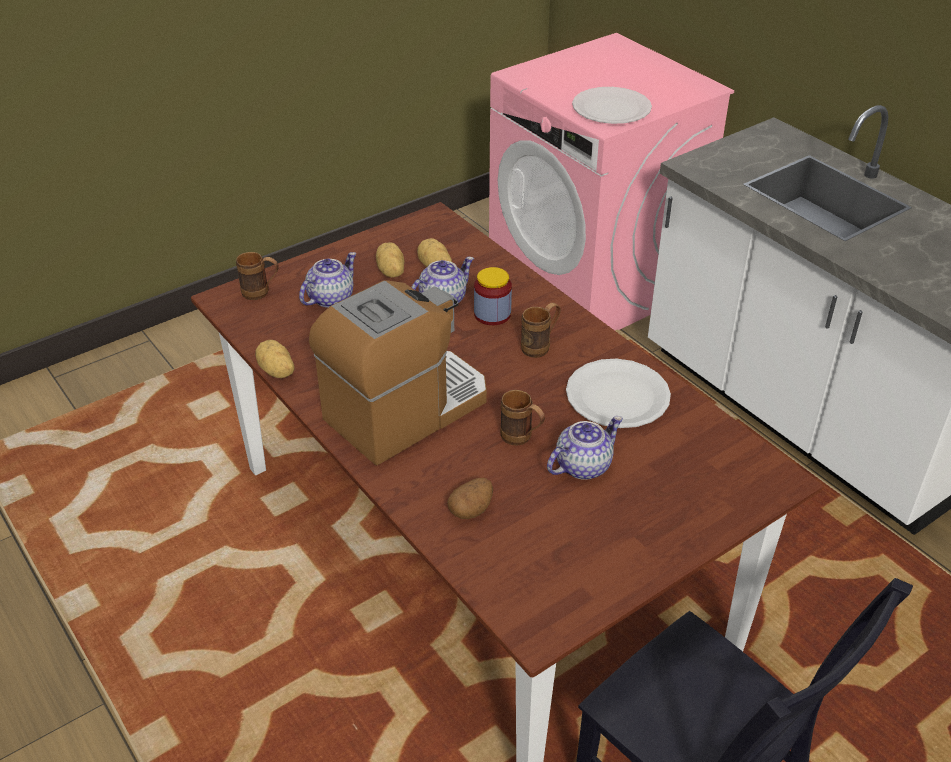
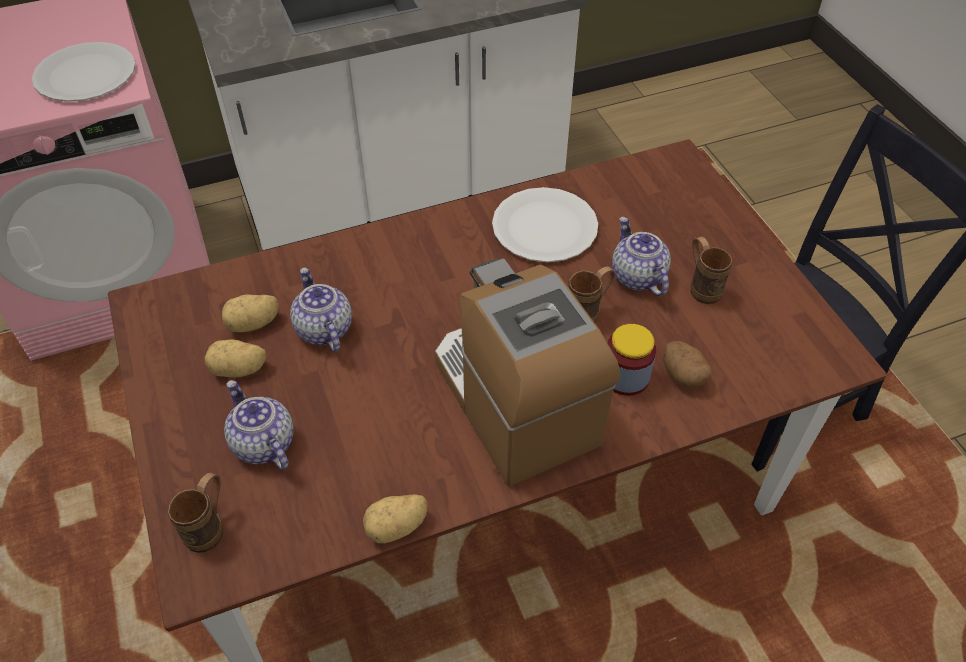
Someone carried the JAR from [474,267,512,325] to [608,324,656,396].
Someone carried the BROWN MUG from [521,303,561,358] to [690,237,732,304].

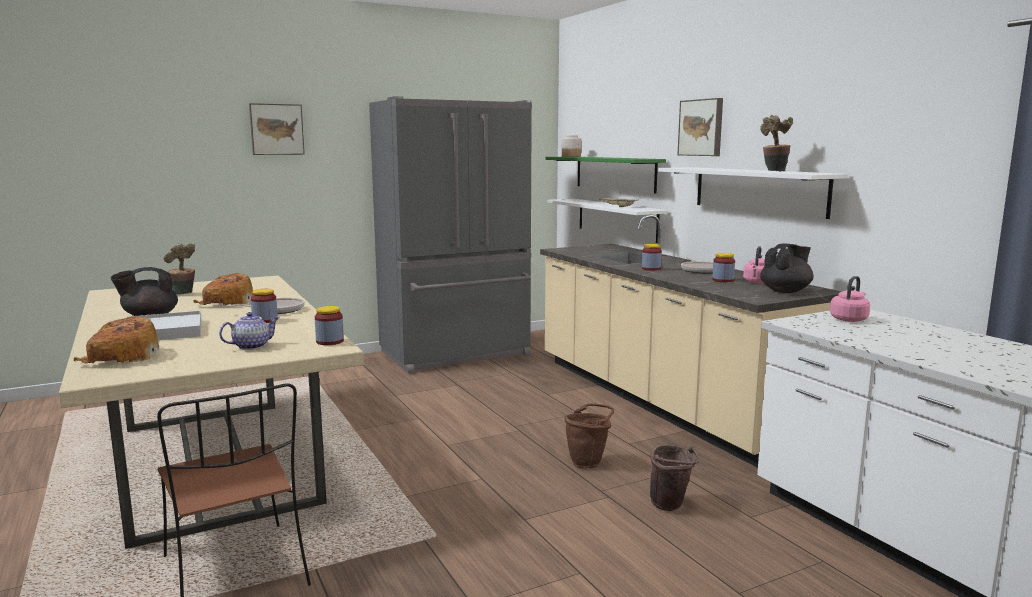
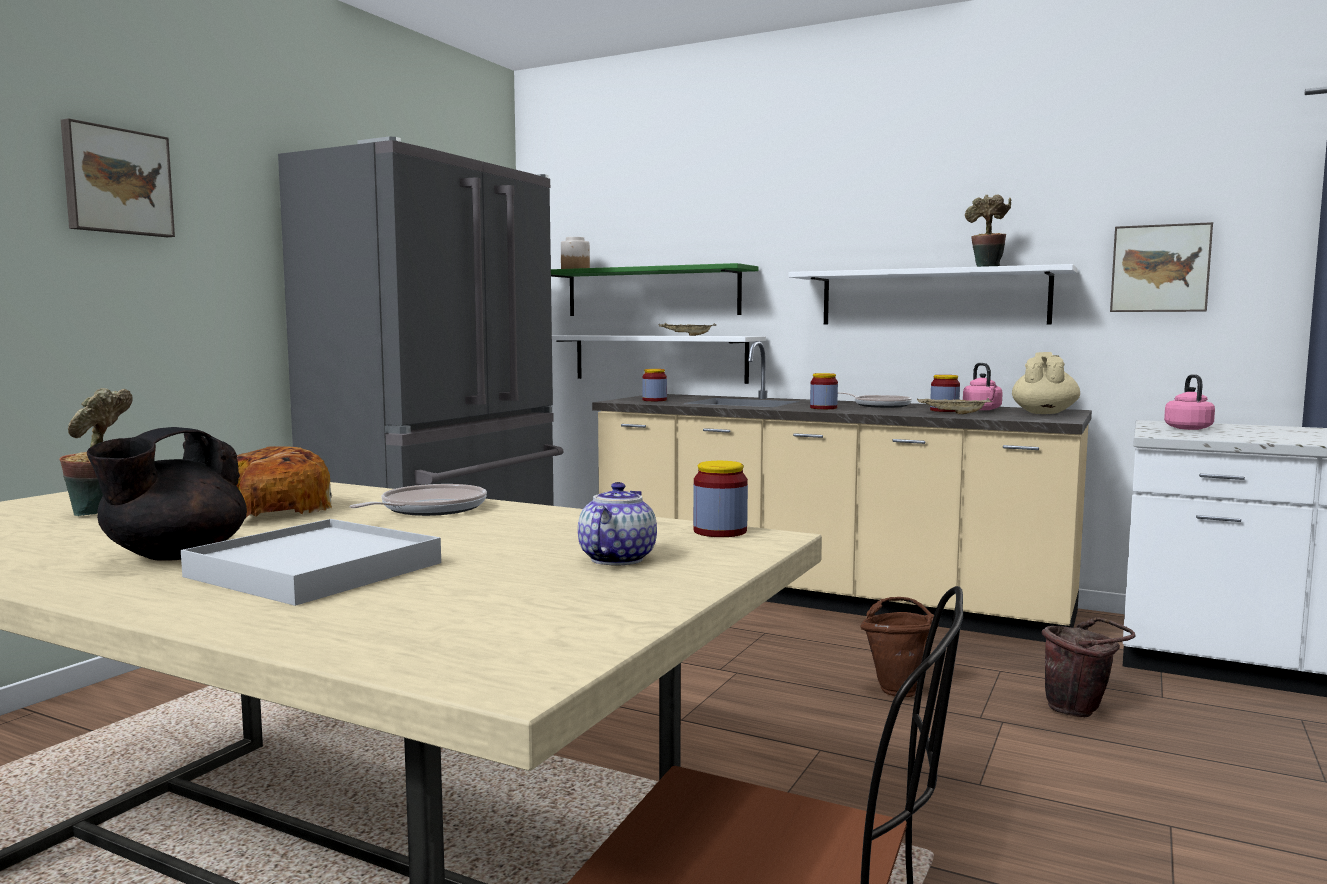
Someone took away the BREAD at [74,316,159,364].
Someone carried the JAR from [251,289,278,323] to [642,369,667,401].
Someone carried the PICTURE from [677,98,723,156] to [1110,222,1213,312].
Someone repainted the BLACK TEAPOT at [760,244,814,293], which became the BEIGE TEAPOT at [1012,352,1080,414].
Someone put down the BEIGE TRAY at [917,398,992,414].

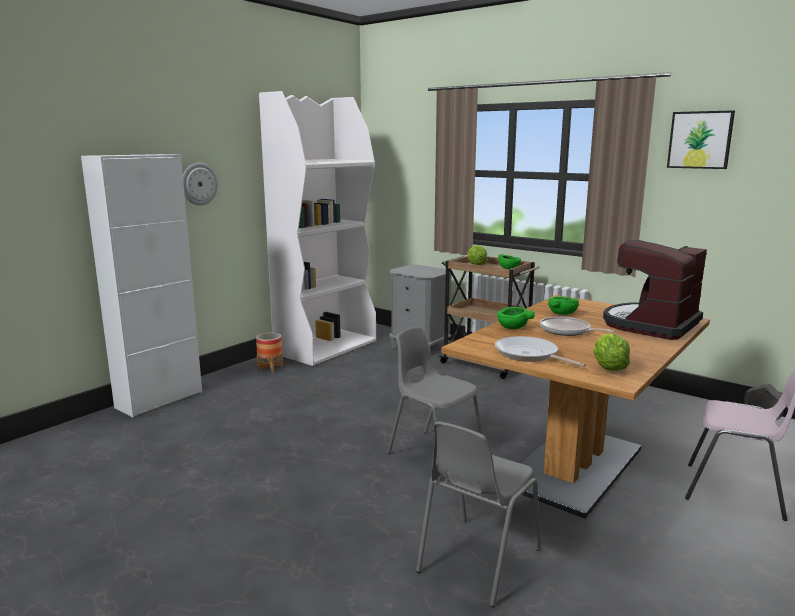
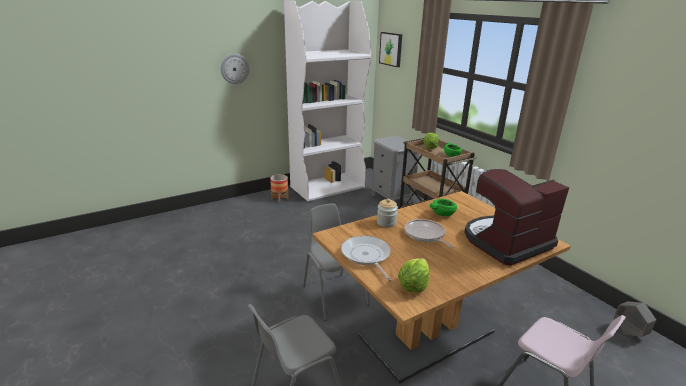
Someone took away the WHITE CABINET at [81,154,202,417].
Someone swapped the GREEN BOWL at [497,307,535,329] for the JAR at [377,199,398,227].
Someone carried the PICTURE from [667,110,735,169] to [379,32,402,67].

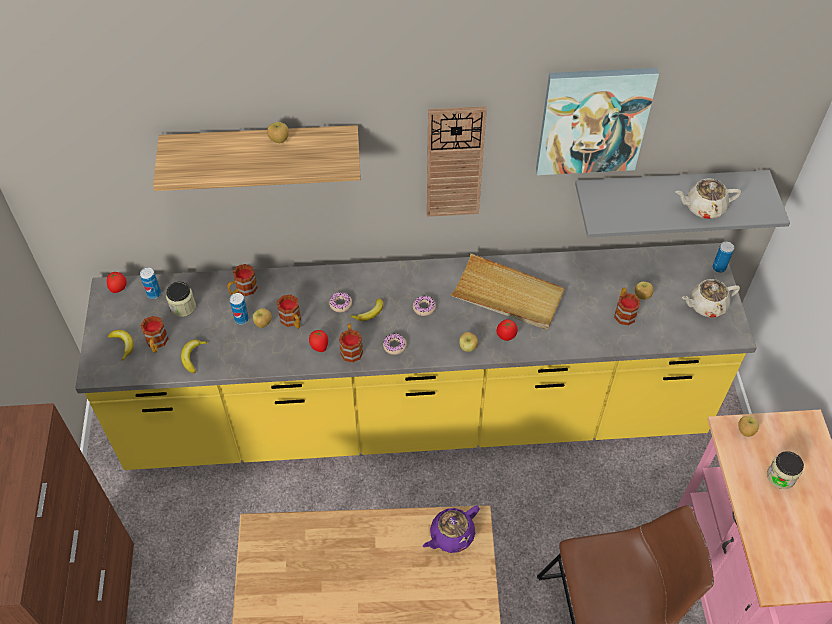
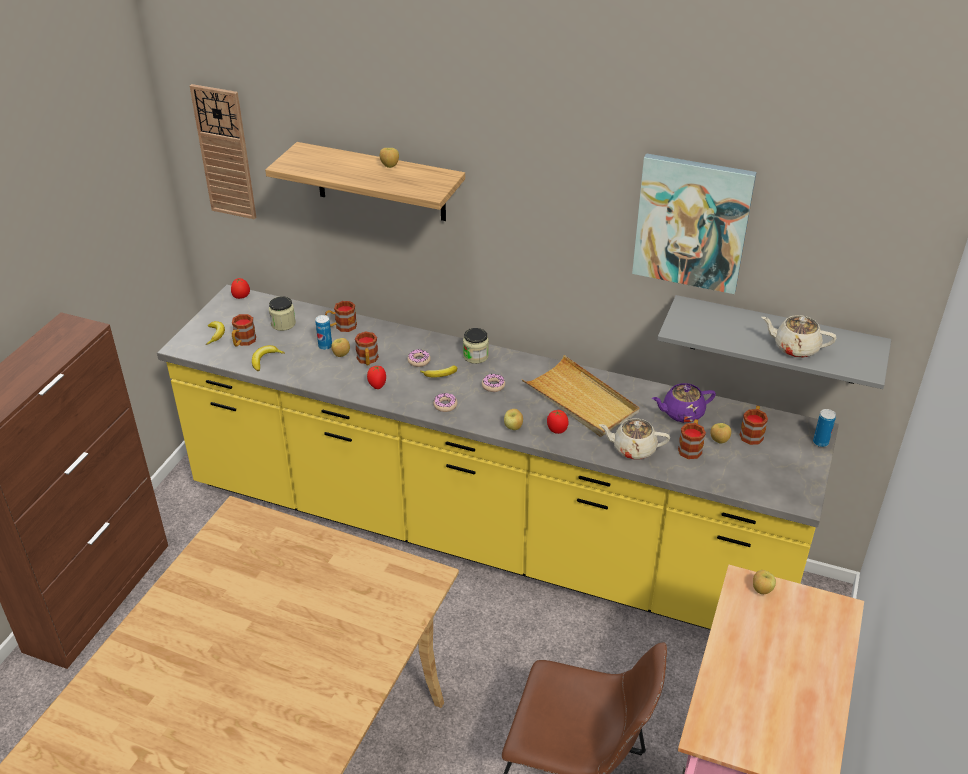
Someone took away the CAN at [140,268,161,299].
Someone carried the MUG from [339,324,363,363] to [739,406,768,445].
Someone carried the PURPLE TEAPOT from [423,505,480,553] to [652,383,716,423].
Someone carried the WALL CLOCK from [427,106,487,217] to [190,84,256,219].
Someone carried the BEIGE TEAPOT from [682,279,740,317] to [599,418,670,460].
Someone carried the JAR from [767,451,804,489] to [463,328,489,364].

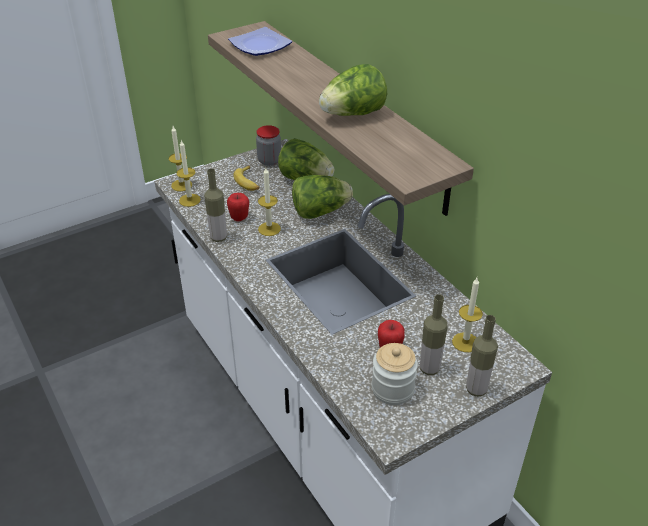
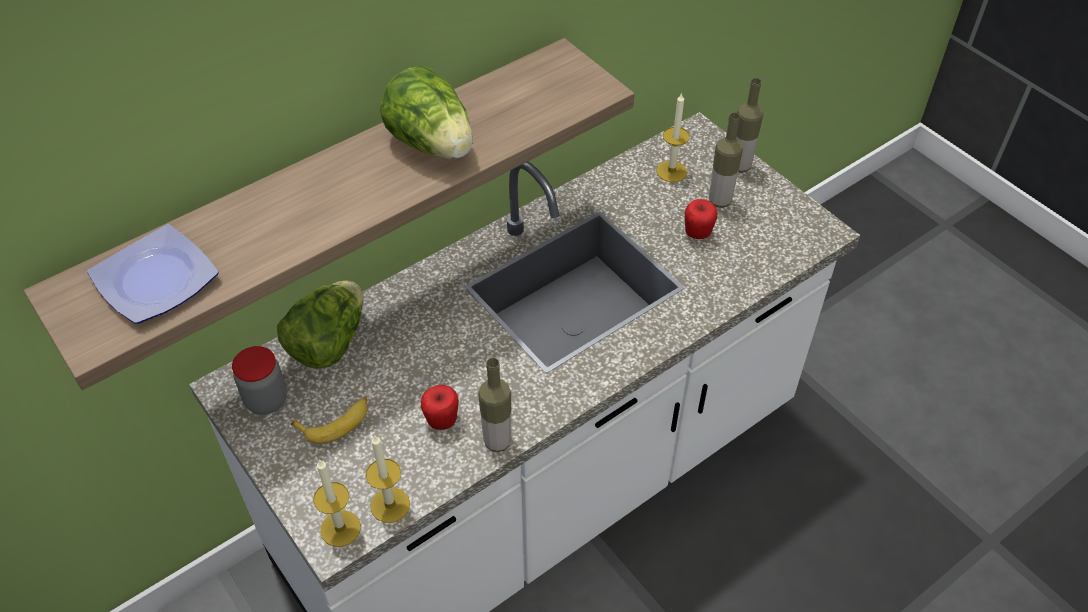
Someone took away the CANDLE at [258,168,281,236].
Someone took away the LETTUCE at [292,175,353,219].
Someone took away the JAR at [372,343,418,405].

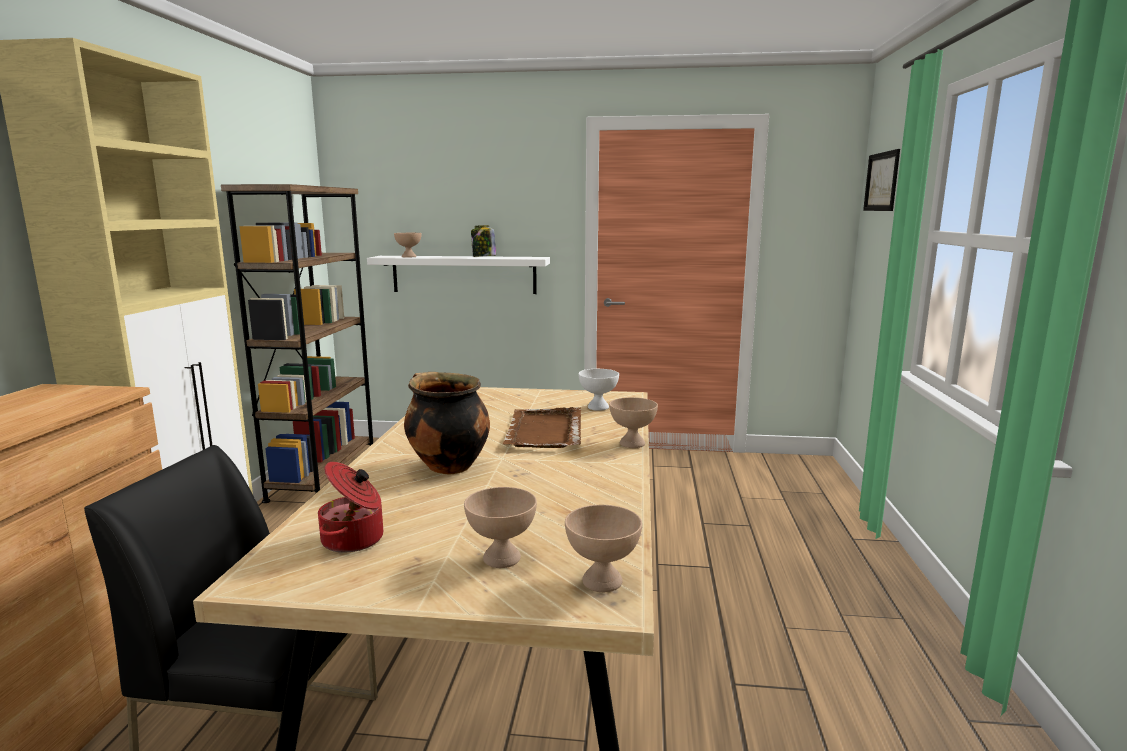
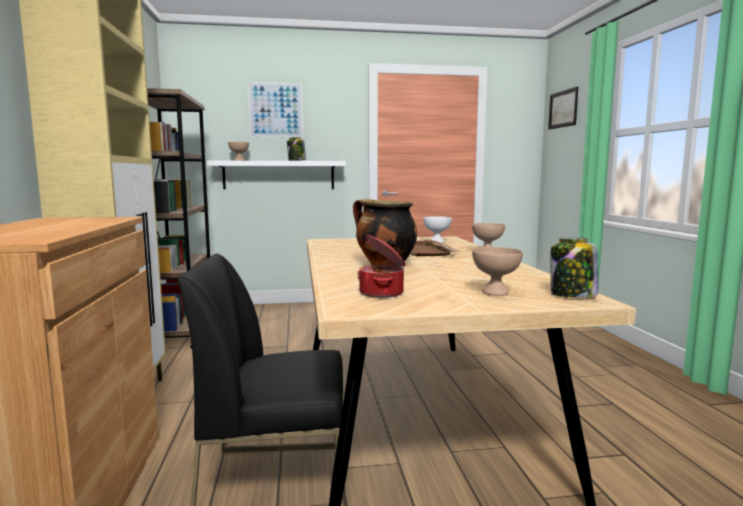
Someone swapped the BEIGE BOWL at [565,505,642,592] for the JAR at [551,238,598,297].
Someone put up the PICTURE at [248,82,303,138].

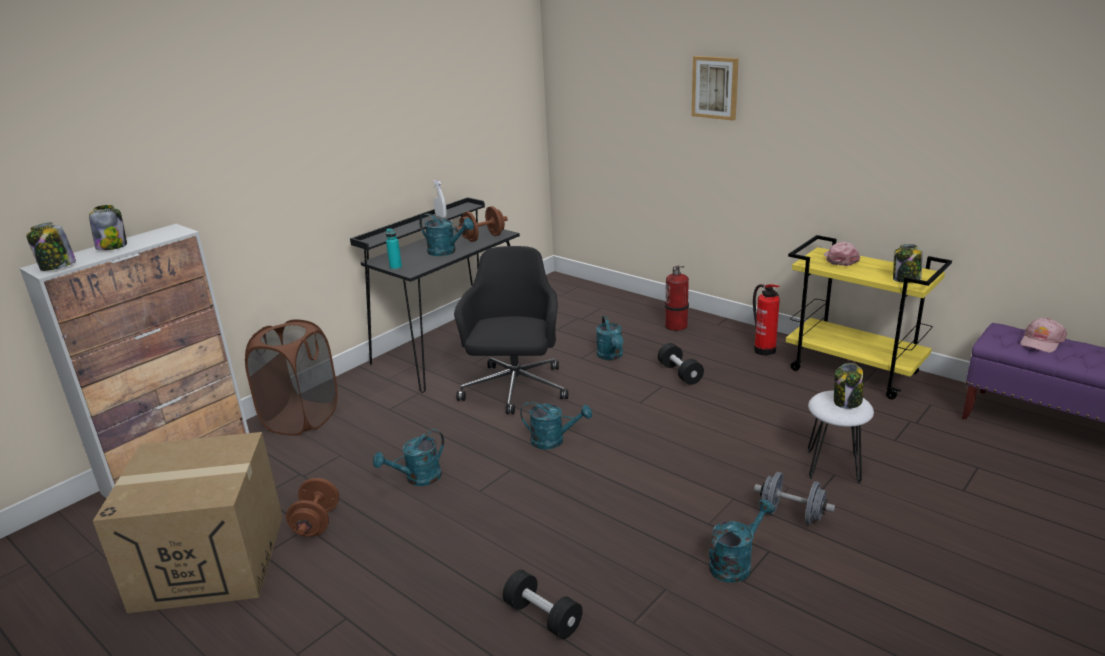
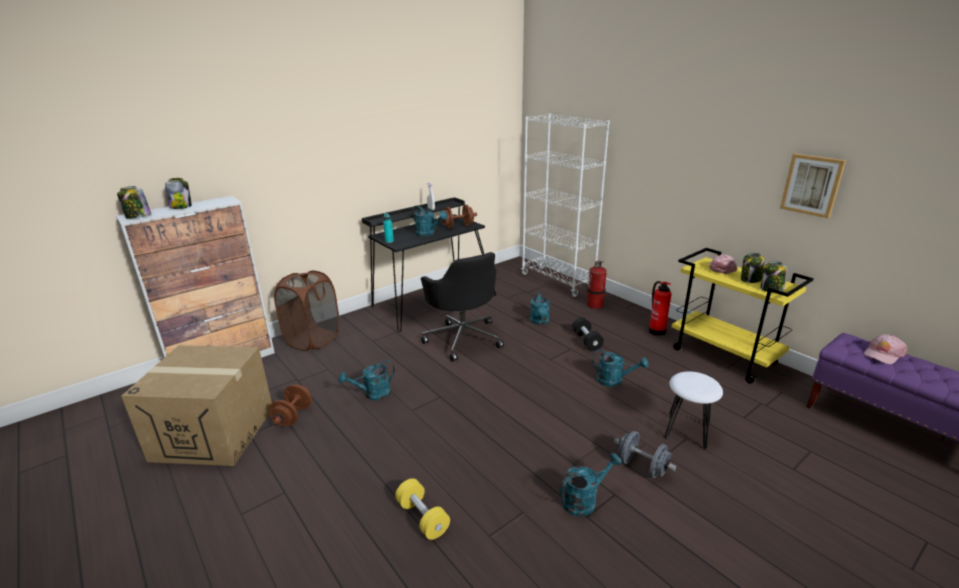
Someone rotated the BLACK OFFICE CHAIR at [454,246,568,414] by 135 degrees clockwise.
Someone repainted the BLACK DUMBBELL at [503,570,583,639], which became the YELLOW DUMBBELL at [395,478,450,540].
Someone carried the TURQUOISE WATERING CAN from [520,401,592,450] to [592,349,649,387].
Someone carried the PICTURE from [691,56,739,121] to [780,154,846,218].
Someone carried the JAR from [834,363,864,409] to [741,252,764,283].
Someone put down the WHITE BOOKCASE at [522,114,610,297].

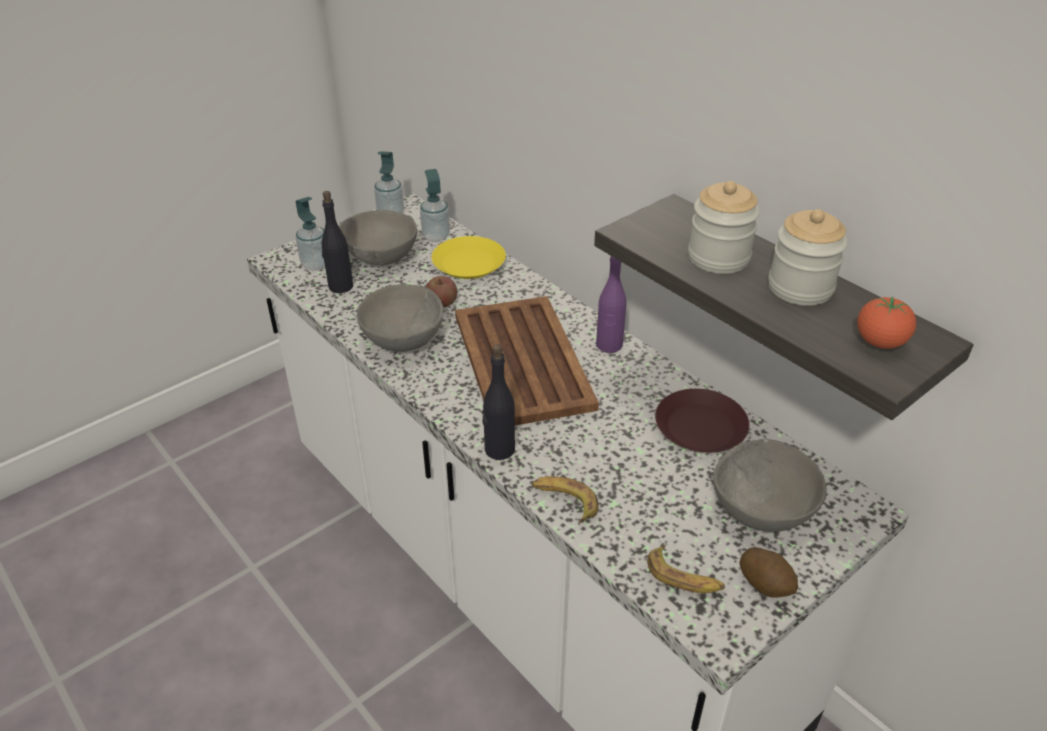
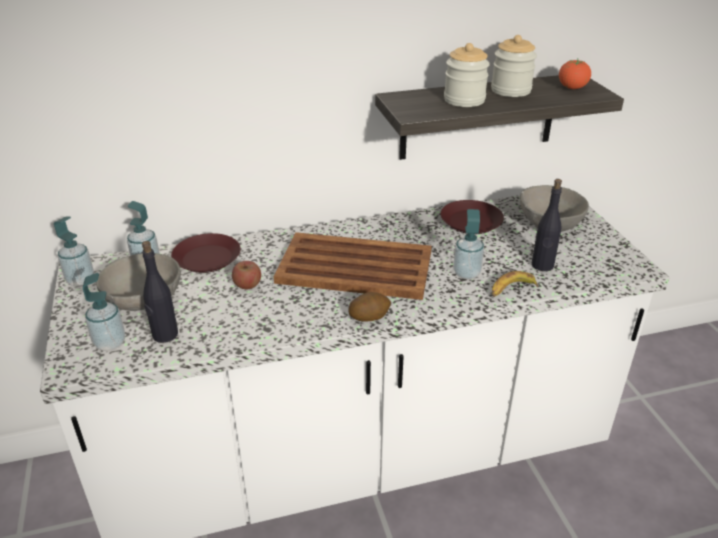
Someone took away the GREY BOWL at [357,284,443,352].
Someone repainted the YELLOW PLATE at [432,236,506,279], which became the BROWN PLATE at [171,233,241,273].
Someone carried the BLACK BOTTLE from [482,344,515,460] to [532,179,562,271].
Someone took away the PURPLE BOTTLE at [596,256,626,353].
Someone took away the BANANA at [647,545,725,593].
Someone carried the POTATO from [739,547,798,598] to [348,292,391,322].
Someone put down the SOAP DISPENSER at [453,209,484,279].

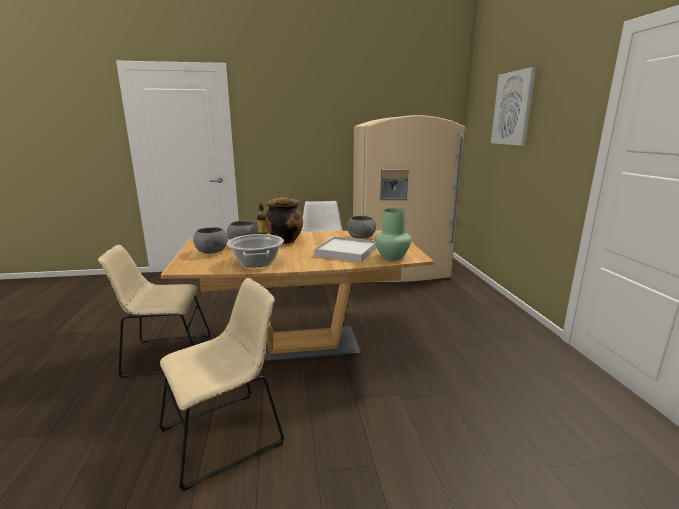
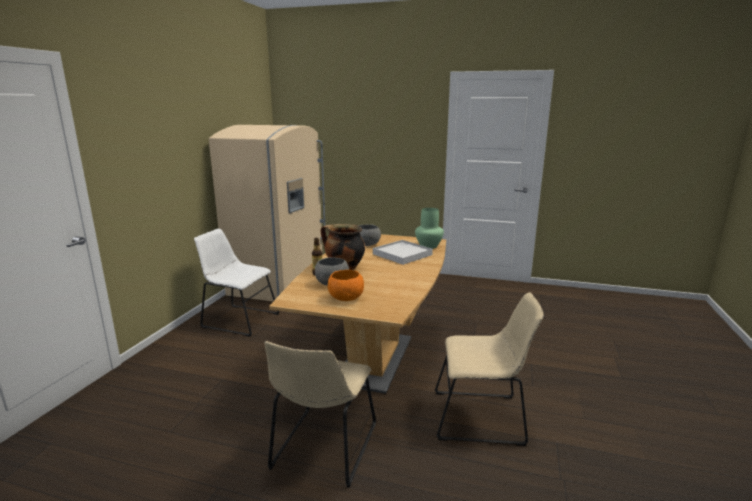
Someone rotated the BEIGE CHAIR at [159,278,284,491] by 105 degrees clockwise.
Someone repainted the GREY BOWL at [193,227,228,254], which became the ORANGE BOWL at [328,270,364,301].
Someone took away the COOKING POT at [226,234,284,267].
Someone took away the PICTURE at [491,67,536,146].

